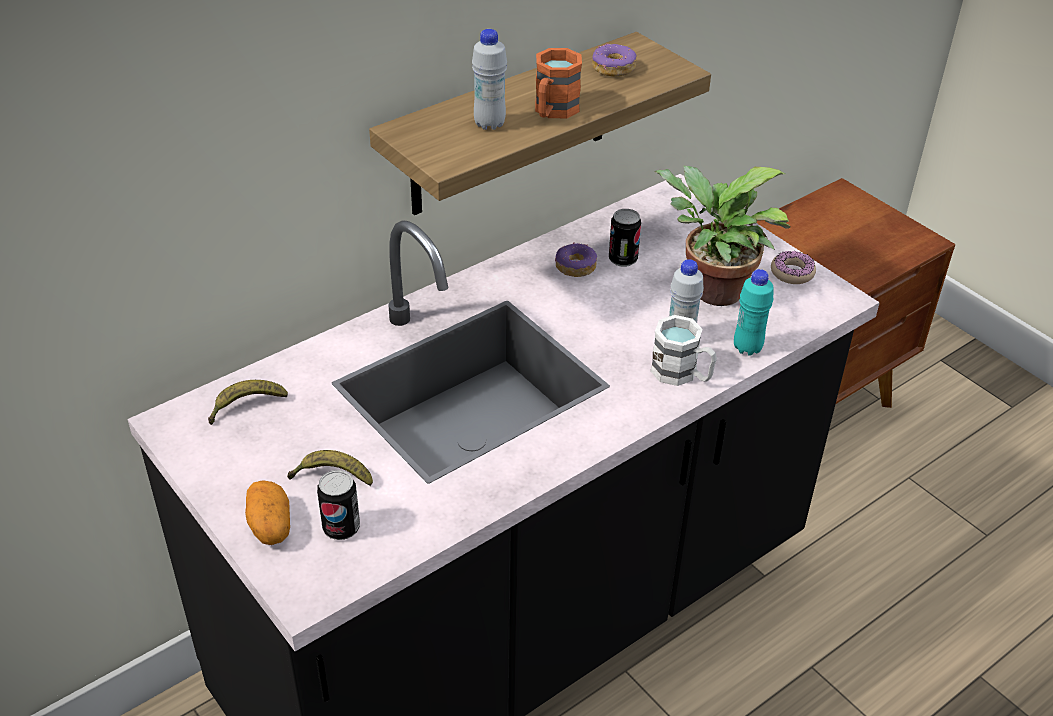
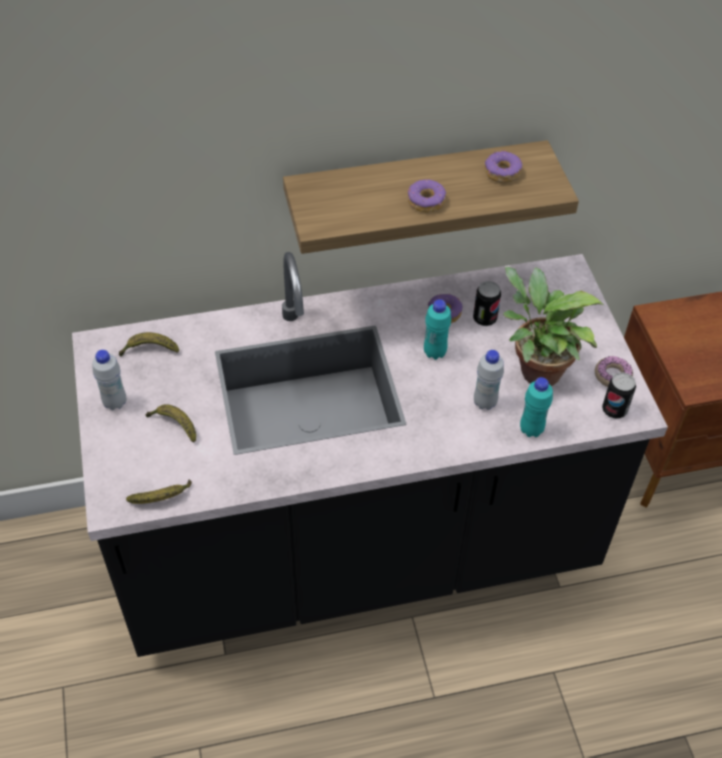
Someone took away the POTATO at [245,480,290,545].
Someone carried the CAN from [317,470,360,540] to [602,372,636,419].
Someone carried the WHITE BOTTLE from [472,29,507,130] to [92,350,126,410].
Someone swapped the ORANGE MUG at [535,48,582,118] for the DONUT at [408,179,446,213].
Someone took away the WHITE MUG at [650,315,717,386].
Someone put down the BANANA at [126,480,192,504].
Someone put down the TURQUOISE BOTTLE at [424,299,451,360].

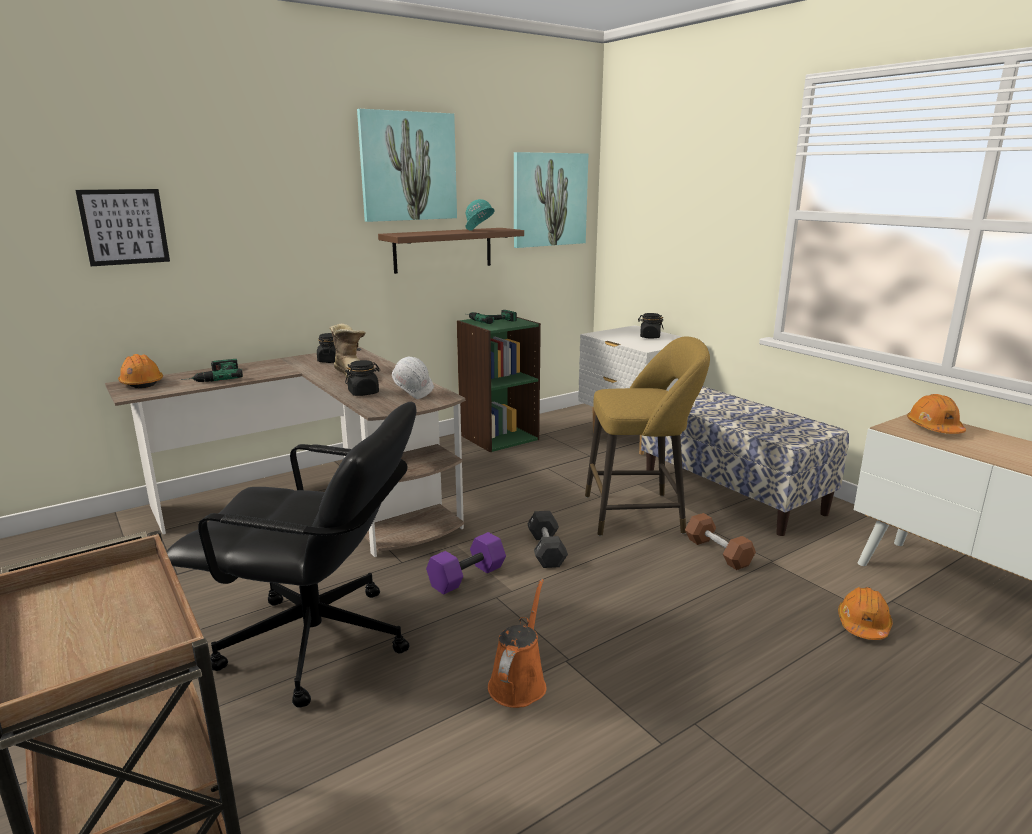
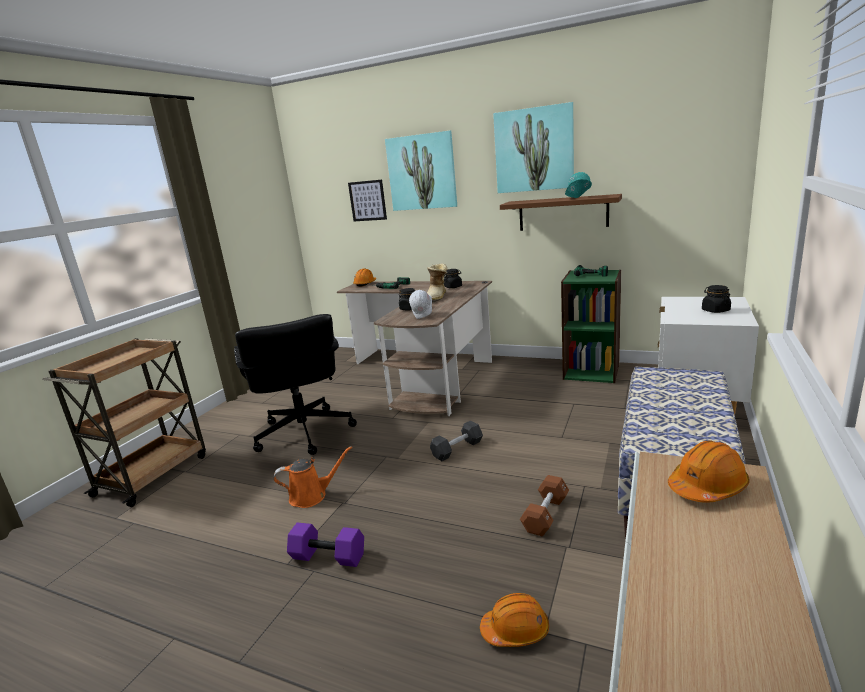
Someone carried the PURPLE DUMBBELL from [426,532,506,595] to [287,522,364,567].
Someone carried the PICTURE from [514,152,588,248] to [385,131,457,211].
Someone took away the YELLOW STOOL at [585,336,710,536].

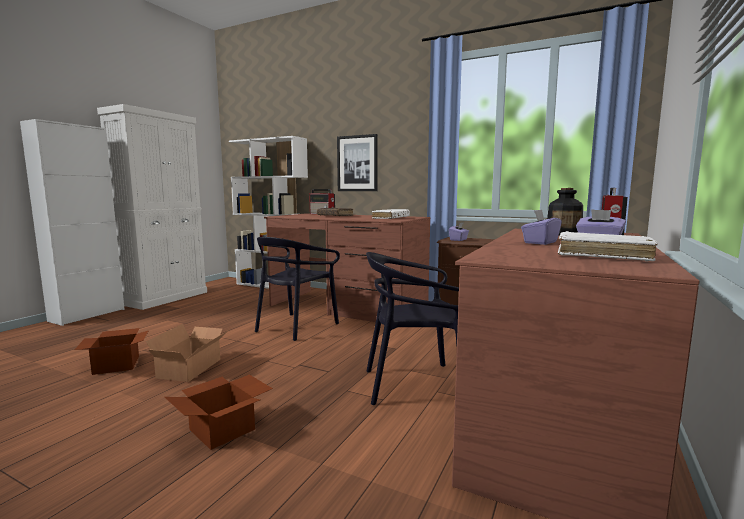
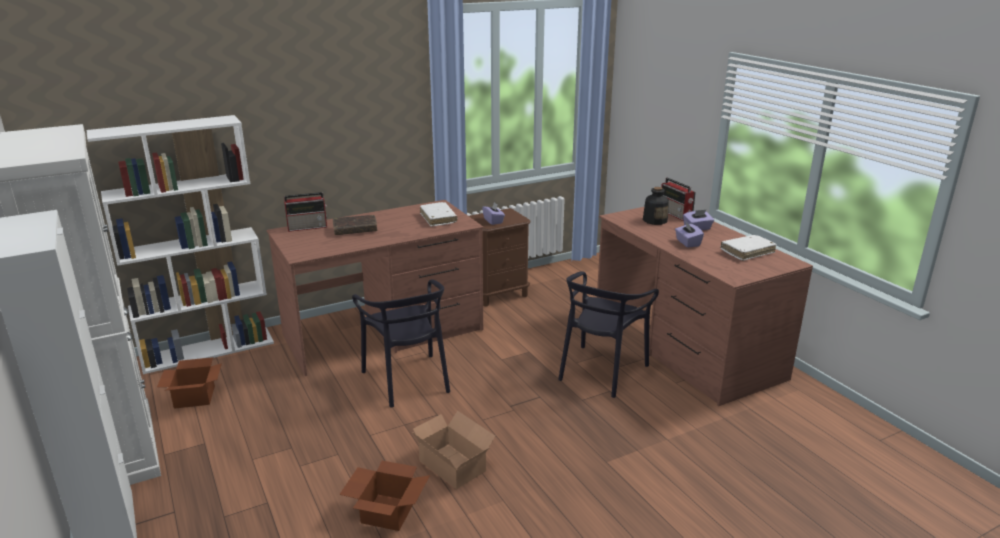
Someone carried the CARDBOARD BOX from [165,375,273,450] to [157,357,222,409].
Someone took away the PICTURE at [337,134,378,191].

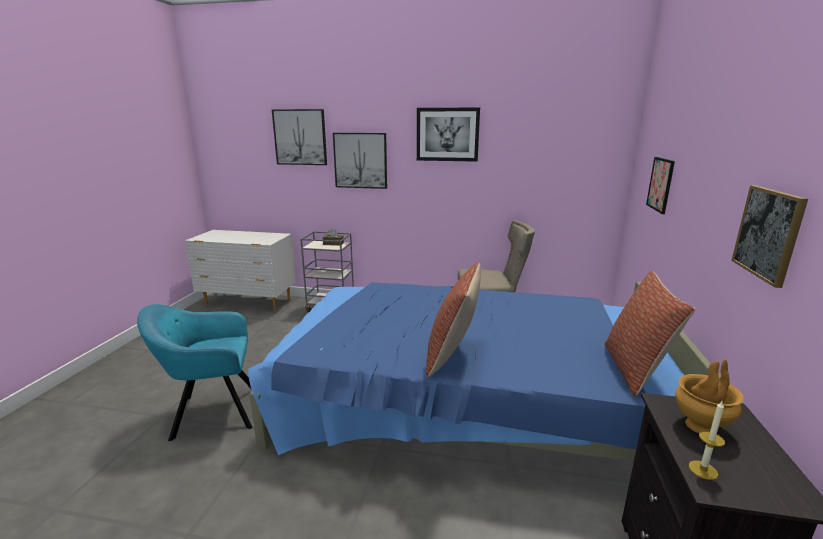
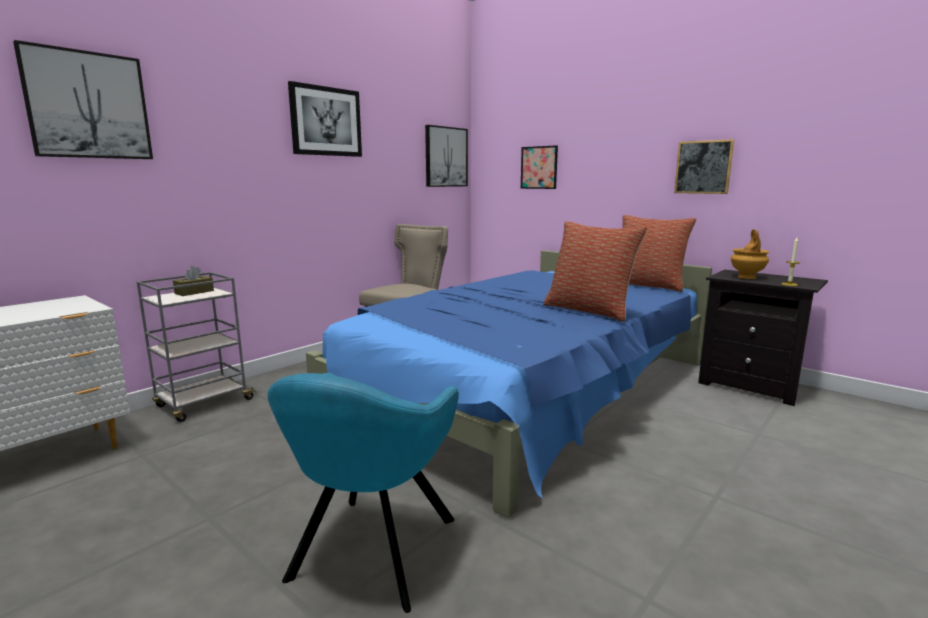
Someone carried the PICTURE from [333,133,387,189] to [425,125,468,187].

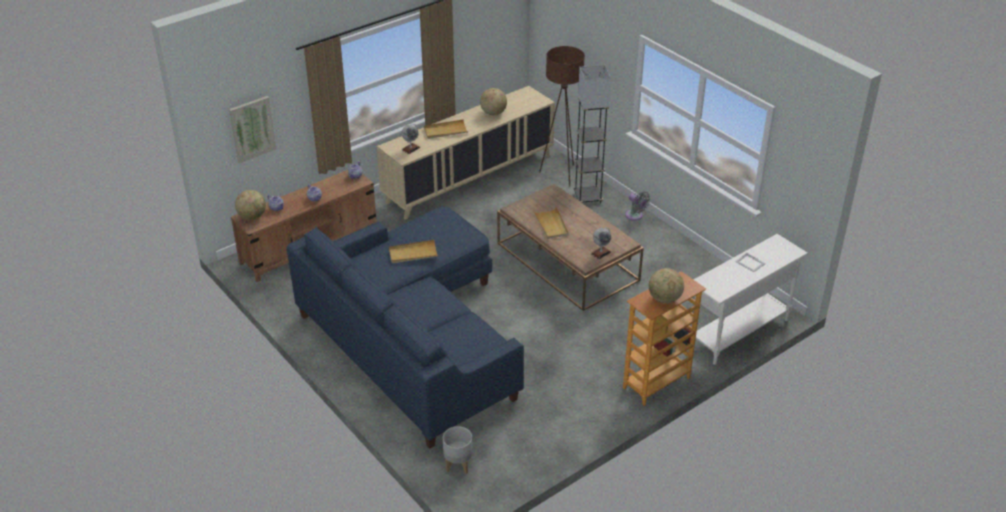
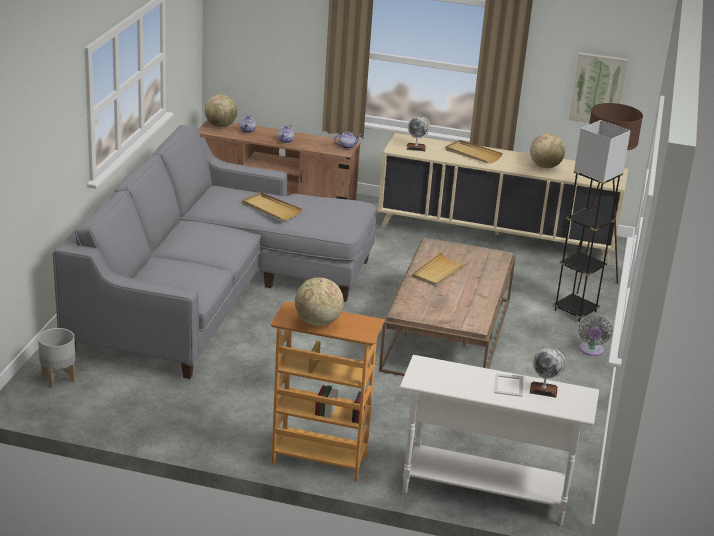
Someone carried the PICTURE from [229,96,276,163] to [569,52,628,123].
Someone repainted the BLUE SOFA at [287,207,524,448], which became the GREY SOFA at [53,124,377,379].
Someone carried the GLOBE from [591,227,611,259] to [530,348,565,398].

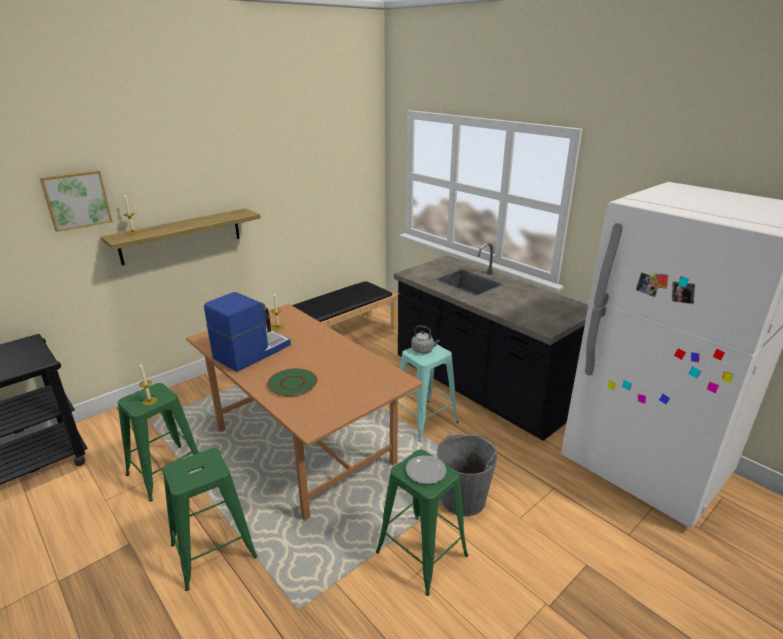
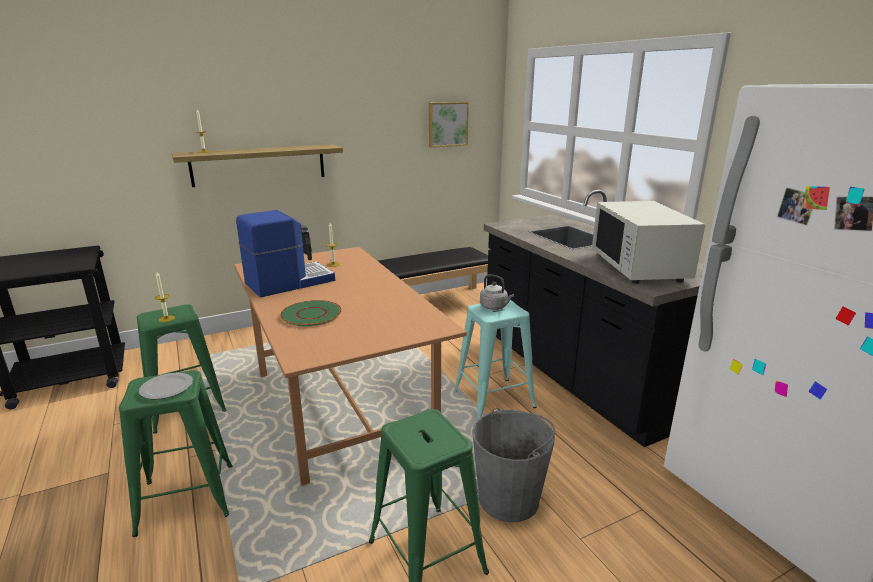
Someone carried the PICTURE from [39,170,113,232] to [429,102,469,148].
Someone carried the PLATE from [406,455,446,484] to [139,373,193,399].
Someone put down the WHITE MICROWAVE at [592,201,706,284].

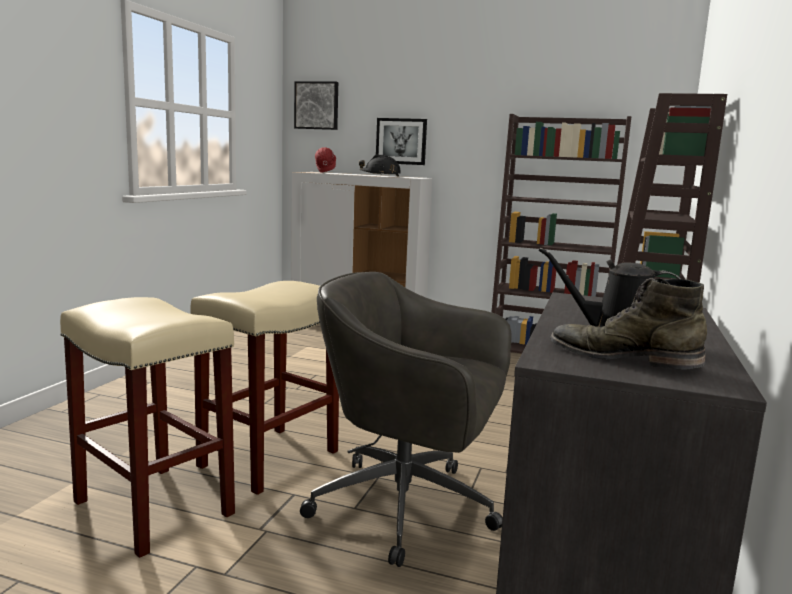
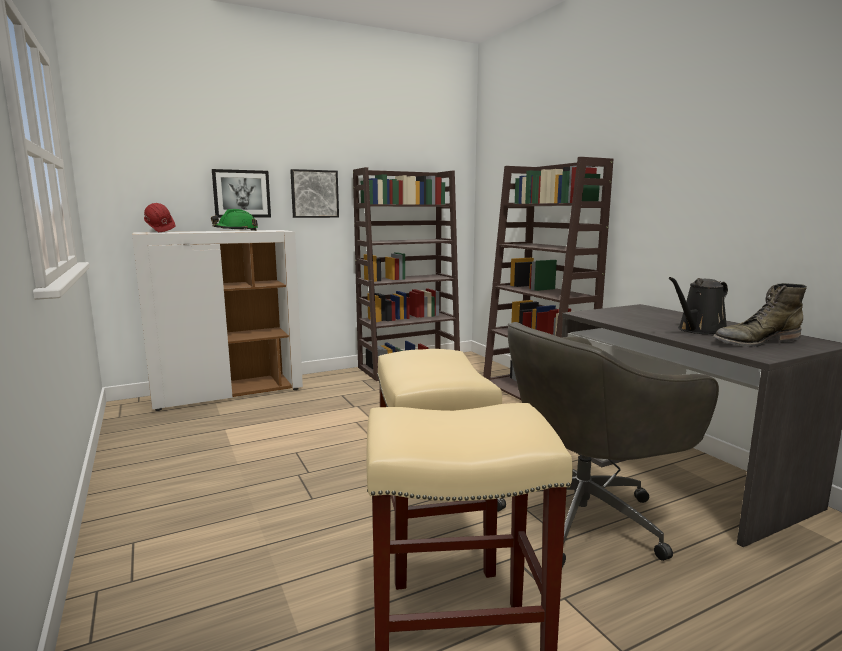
Someone carried the PICTURE from [294,81,338,130] to [290,169,339,218].
Someone repainted the BLACK HARD HAT at [359,155,401,177], which became the GREEN HARD HAT at [211,209,258,231].

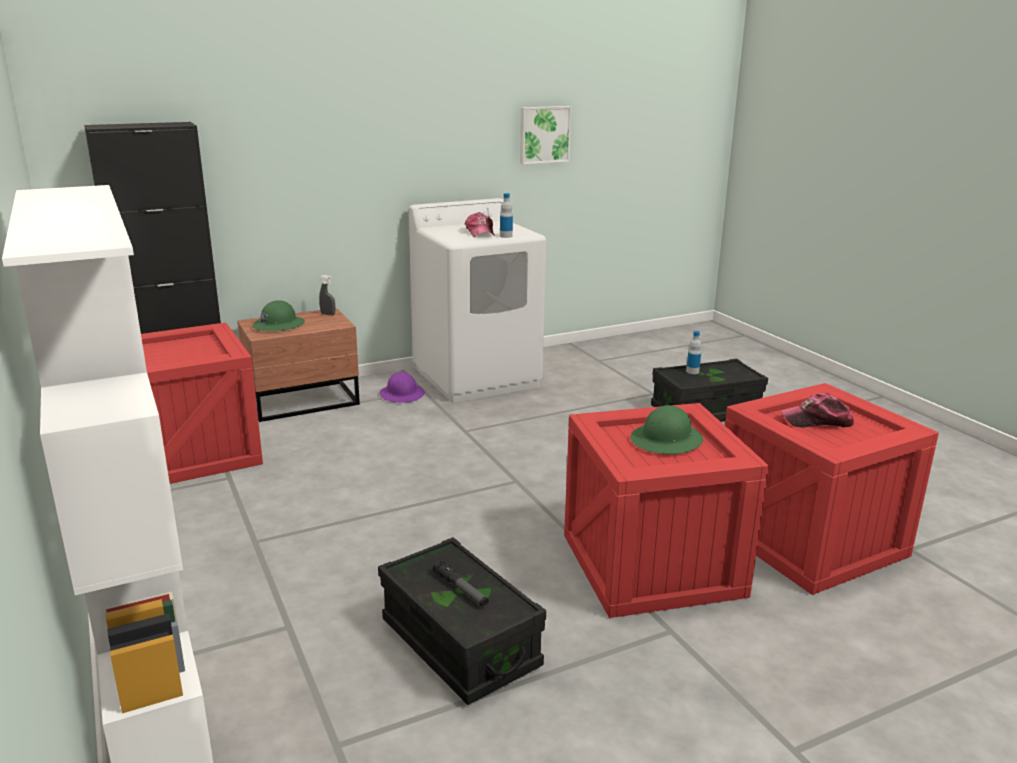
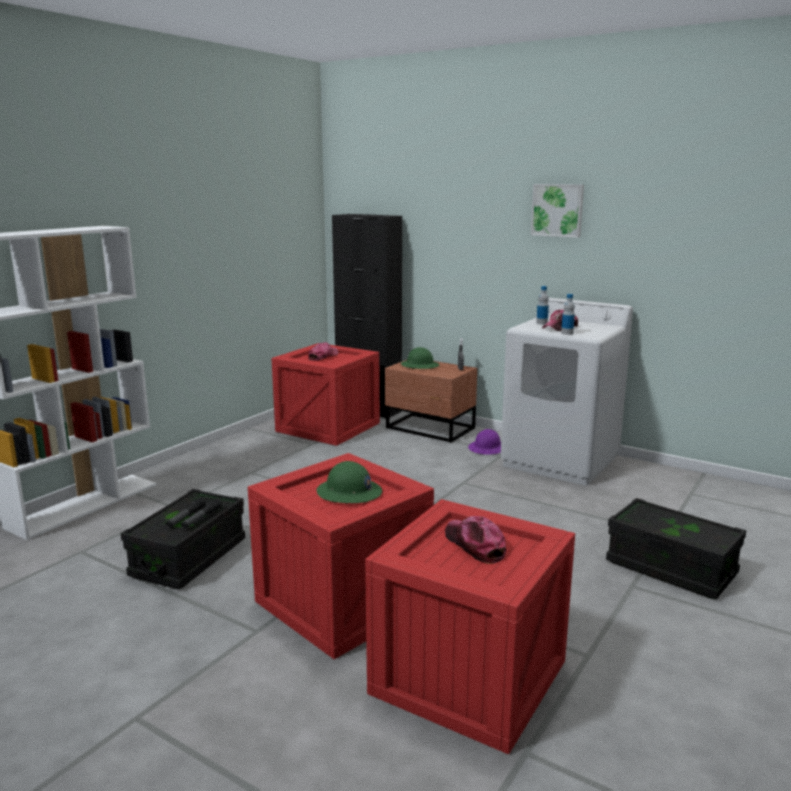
Someone carried the PICTURE from [520,106,572,164] to [531,184,584,238].
Someone carried the BOTTLE from [686,331,701,374] to [536,286,549,324].
Someone put down the FLASHLIGHT at [181,499,222,528].
Someone put down the CAP at [308,342,338,361].

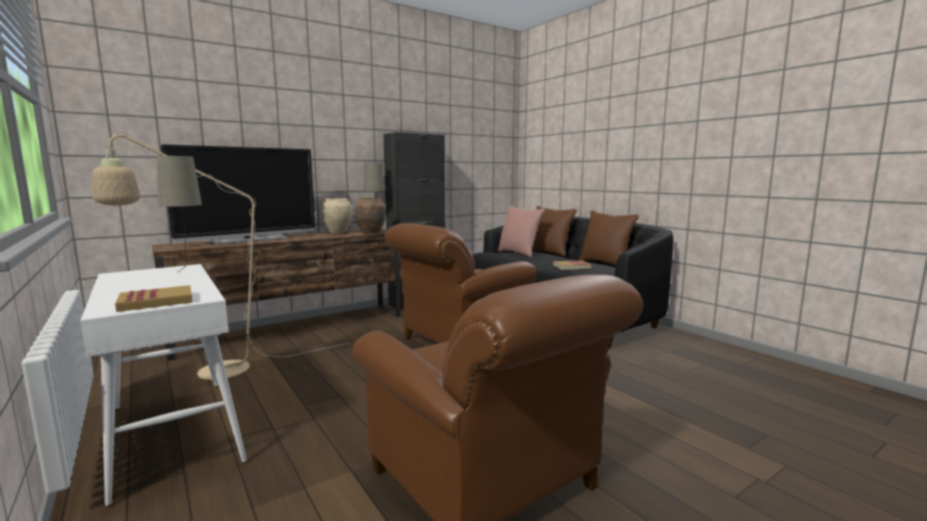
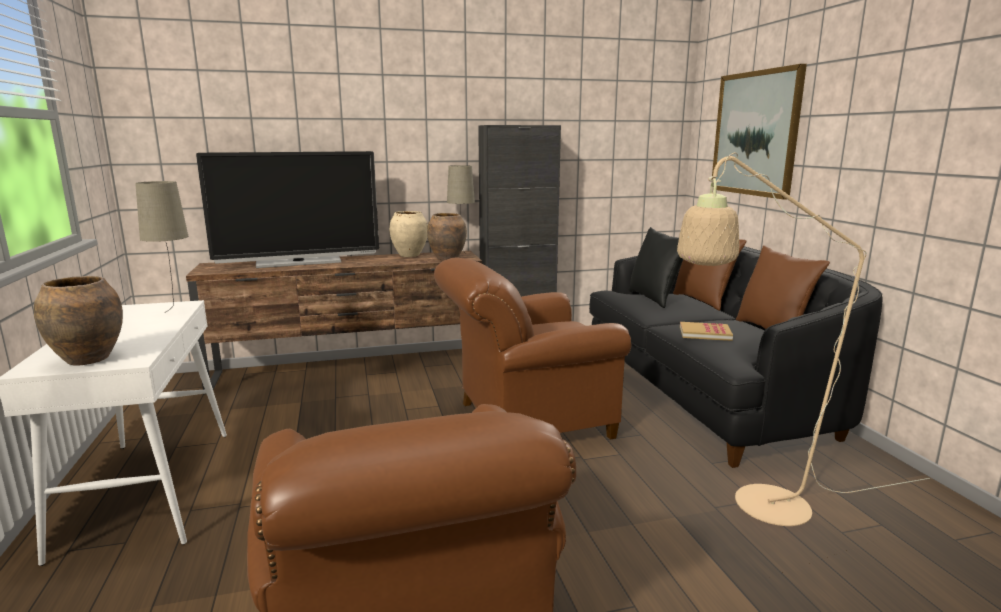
Someone carried the BEIGE FLOOR LAMP from [92,132,349,380] to [677,153,930,526].
Someone swapped the BOOK at [115,285,192,312] for the BROWN VASE at [34,276,123,366].
Someone repainted the PINK PILLOW at [498,206,545,258], which became the BLACK PILLOW at [628,227,683,308].
Someone put up the PICTURE at [712,64,807,200].

